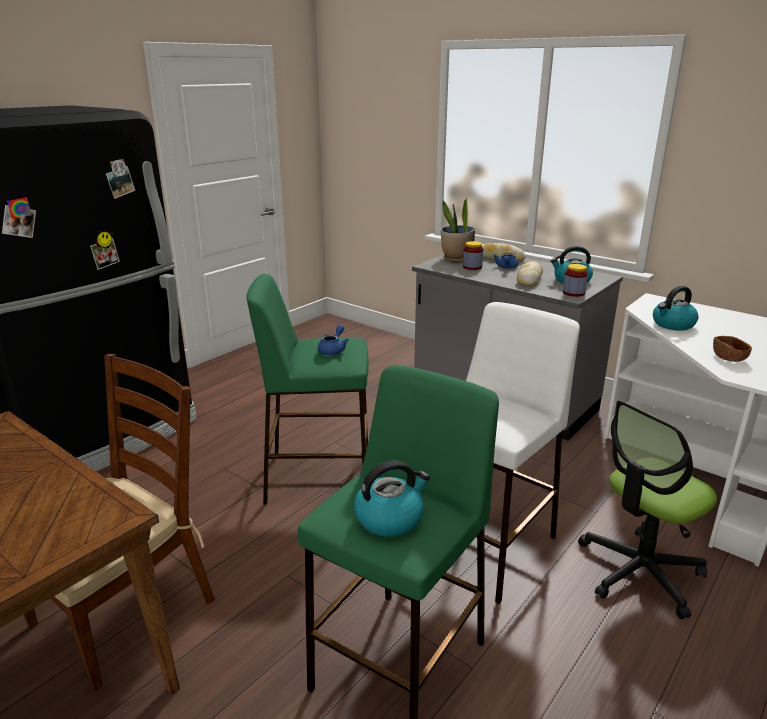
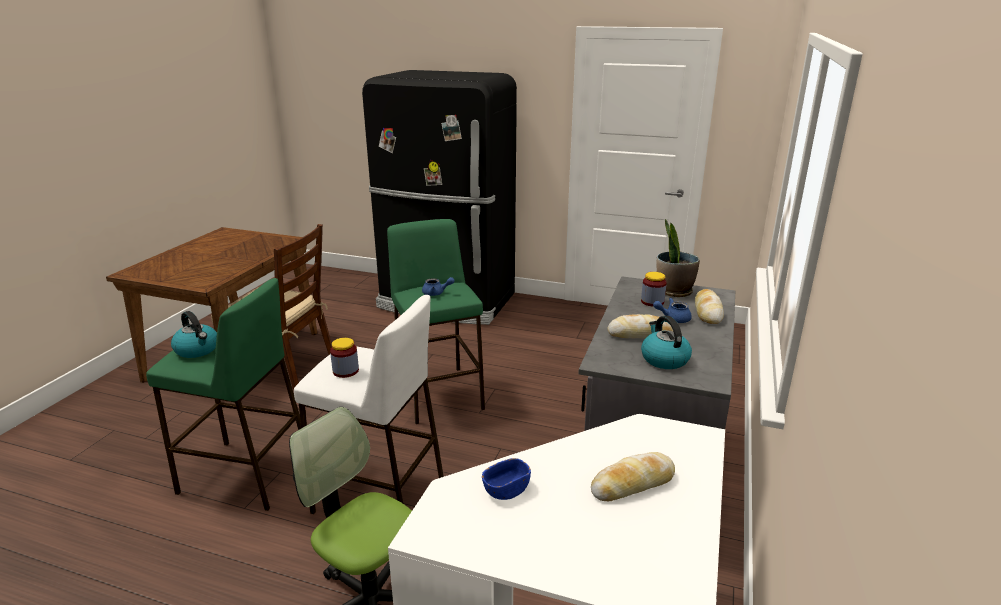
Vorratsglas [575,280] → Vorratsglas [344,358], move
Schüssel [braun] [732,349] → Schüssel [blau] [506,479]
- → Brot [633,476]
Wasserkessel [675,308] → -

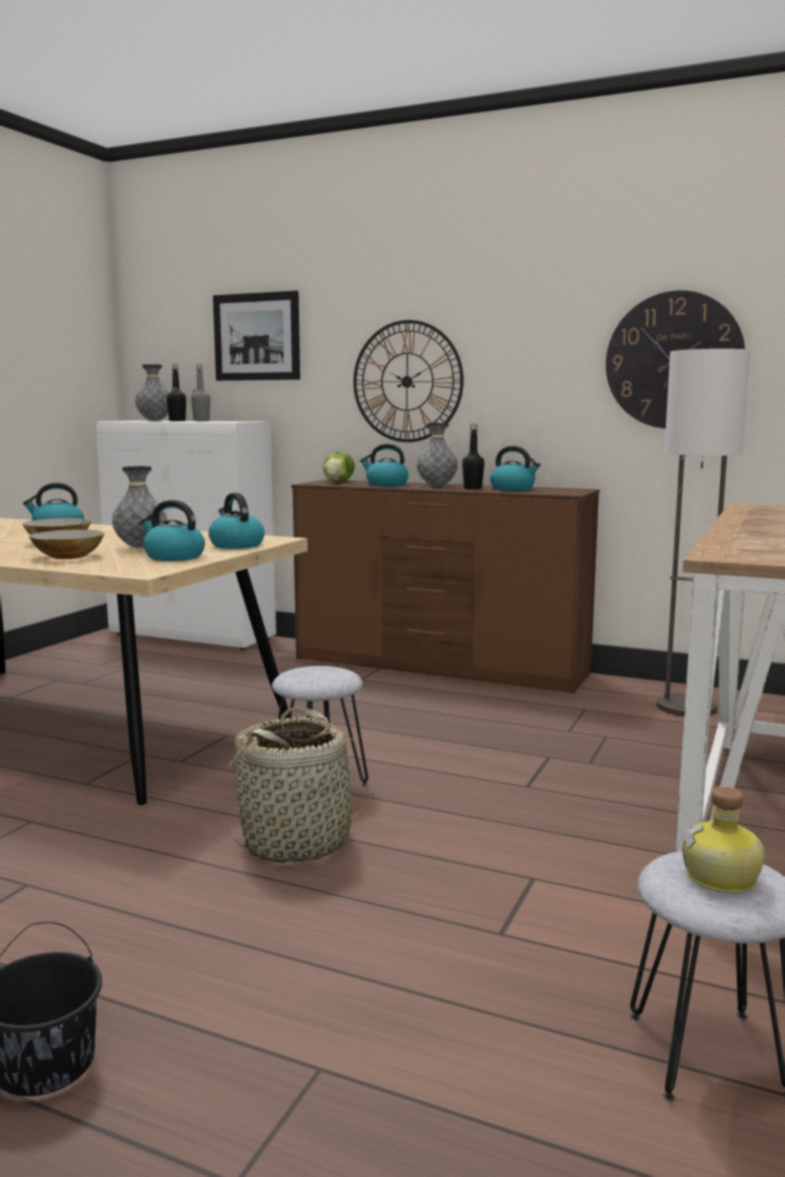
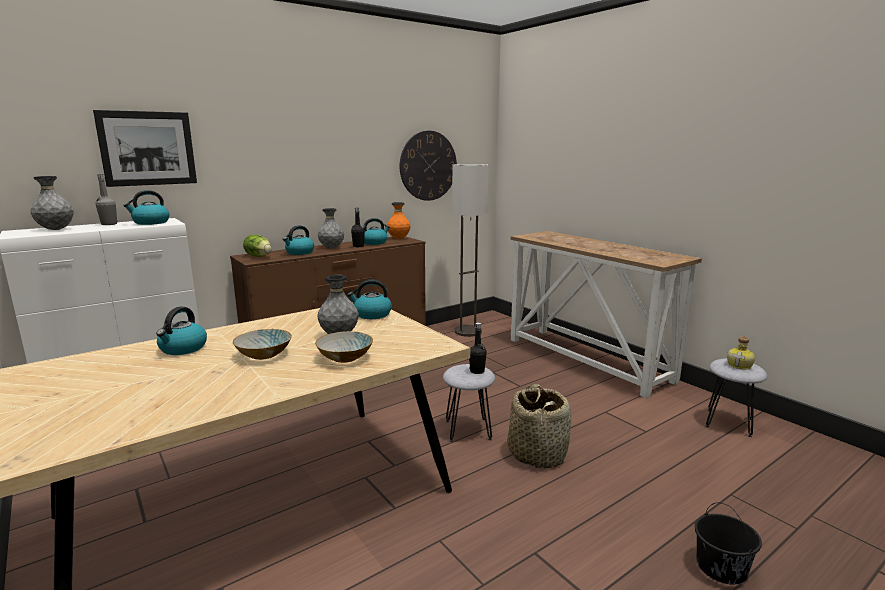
Wasserkessel [172,530] → Wasserkessel [146,207], move
- → Vase [orange] [398,220]
Flasche [schwarz] [176,392] → Flasche [schwarz] [478,348], move
Wanduhr [408,381] → -

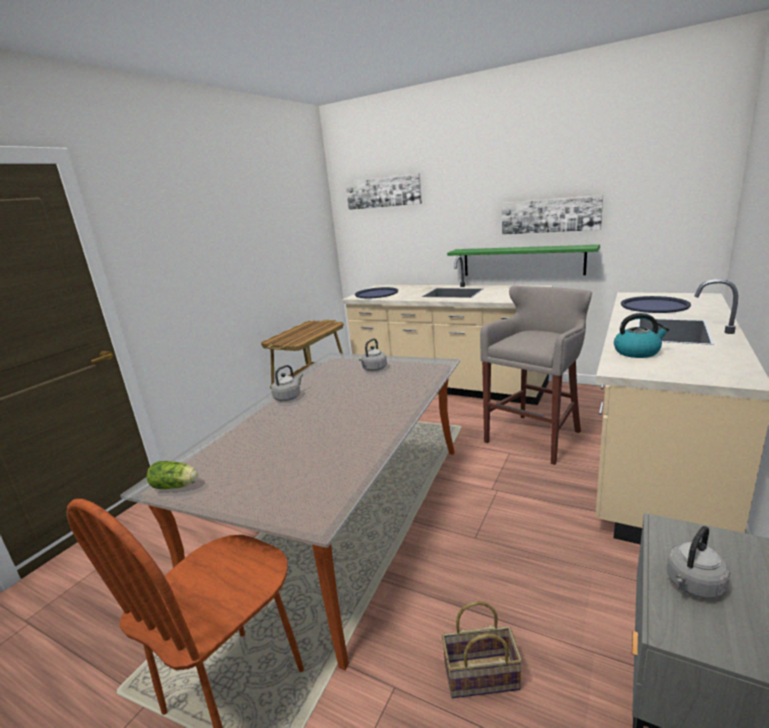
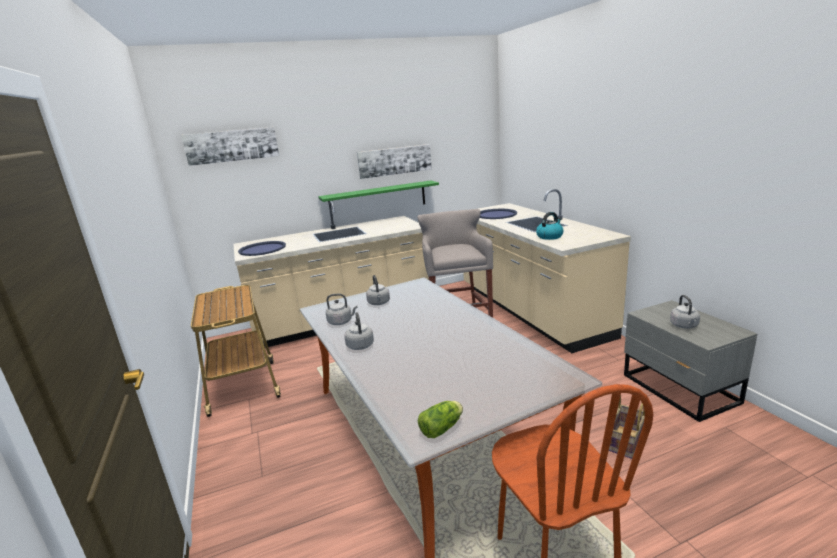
- → Wasserkessel [grau] [341,309]

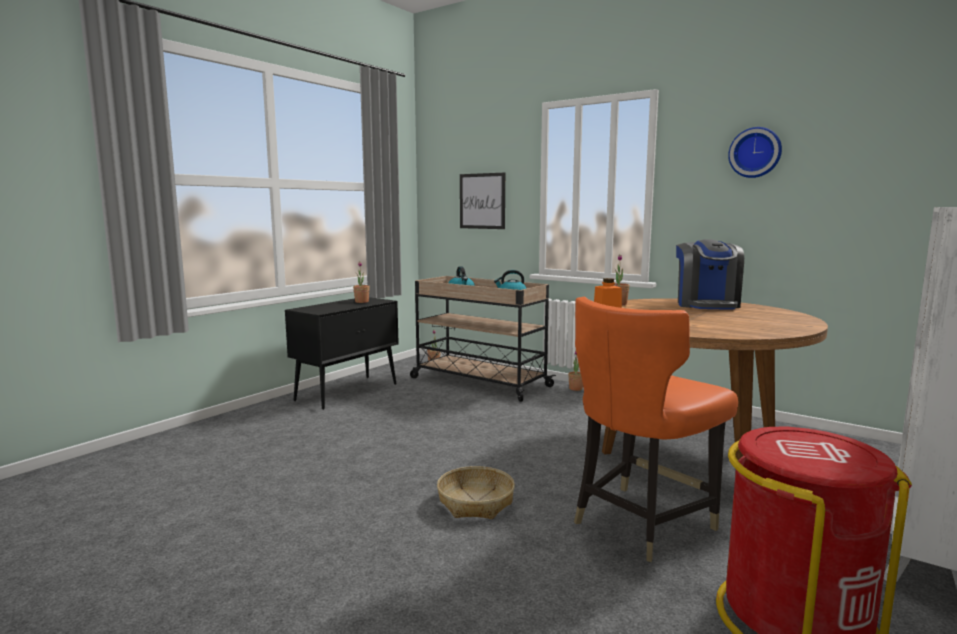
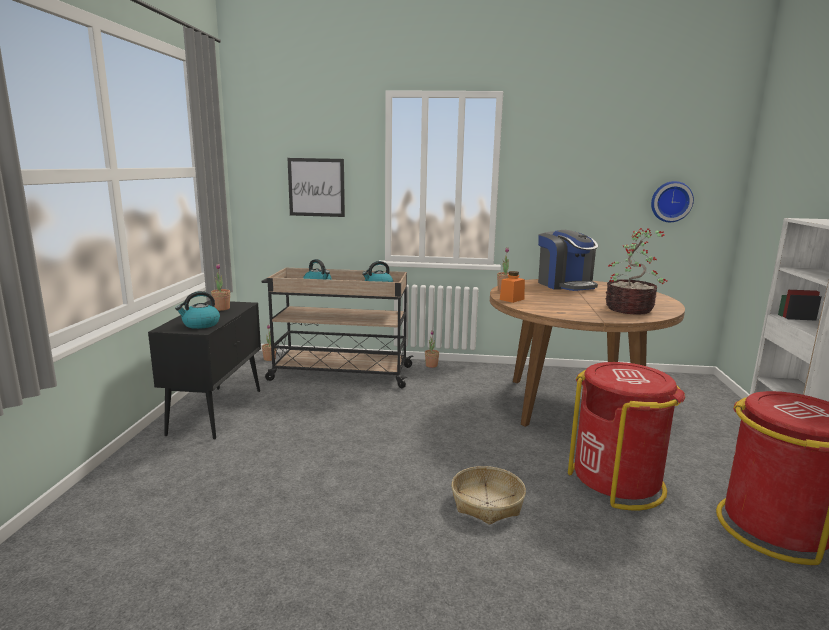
- → Wasserkessel [197,310]
Stuhl [orange] [656,429] → Mülleimer [rot] [626,436]
- → Topfpflanze [636,271]
Wanduhr [755,152] → Wanduhr [672,201], move

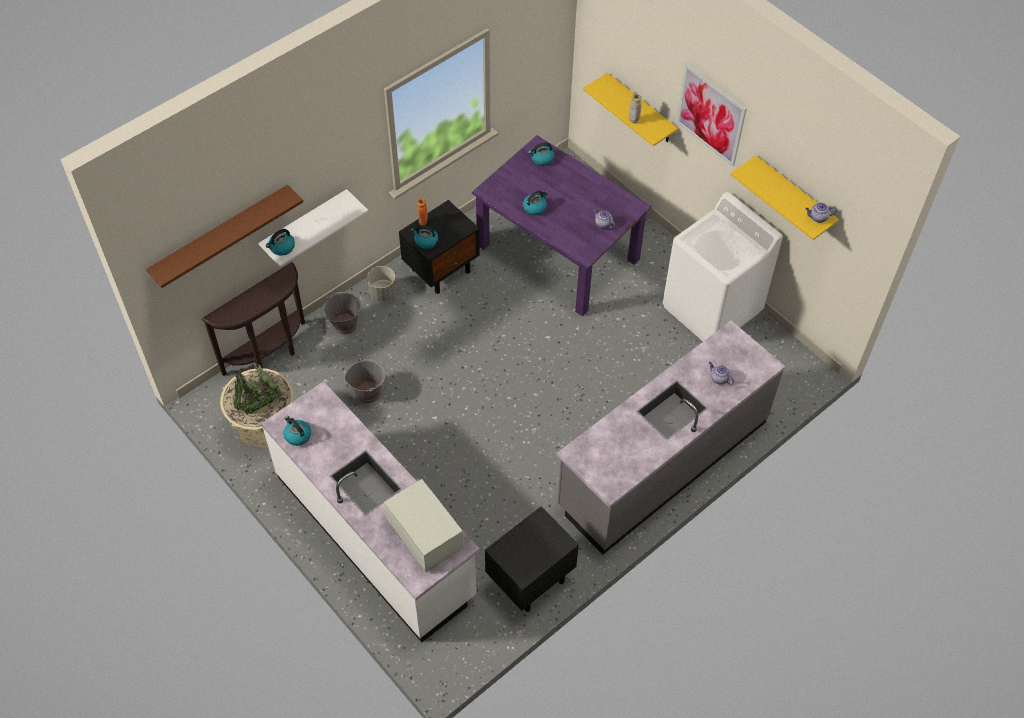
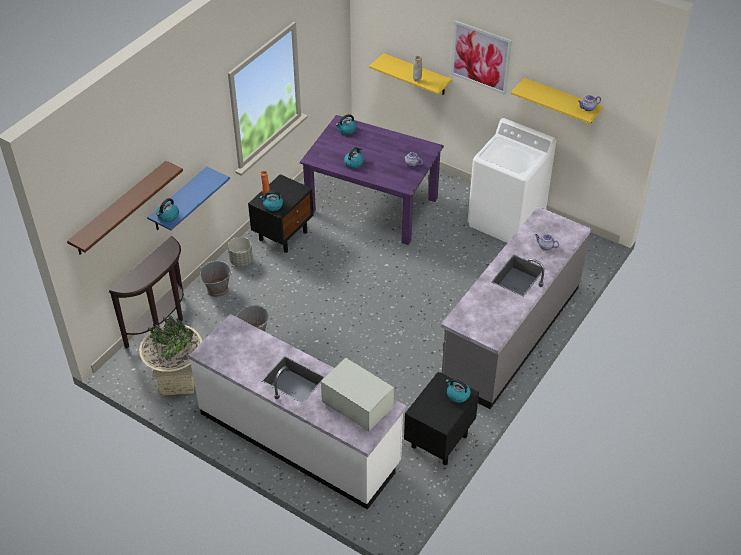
Wandregal [weiß] [313,228] → Wandregal [blau] [188,198]
Wasserkessel [297,431] → Wasserkessel [457,391], move

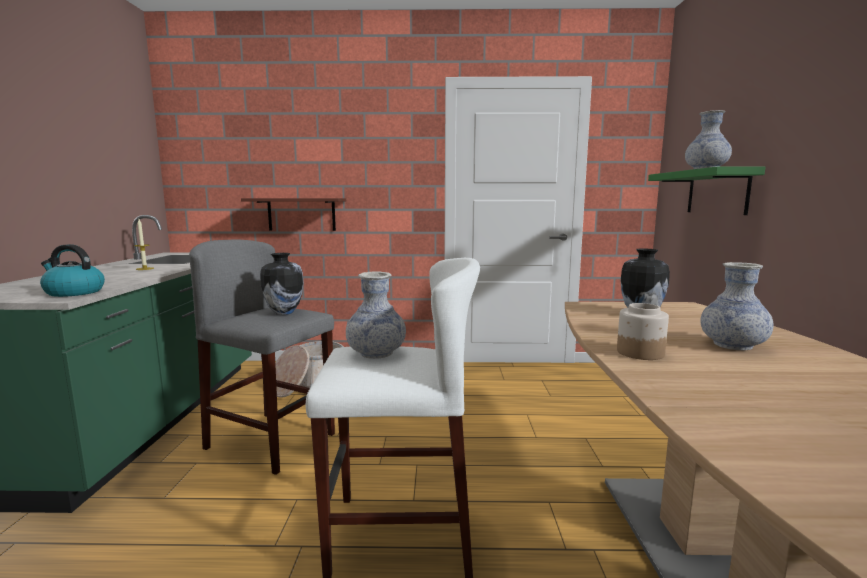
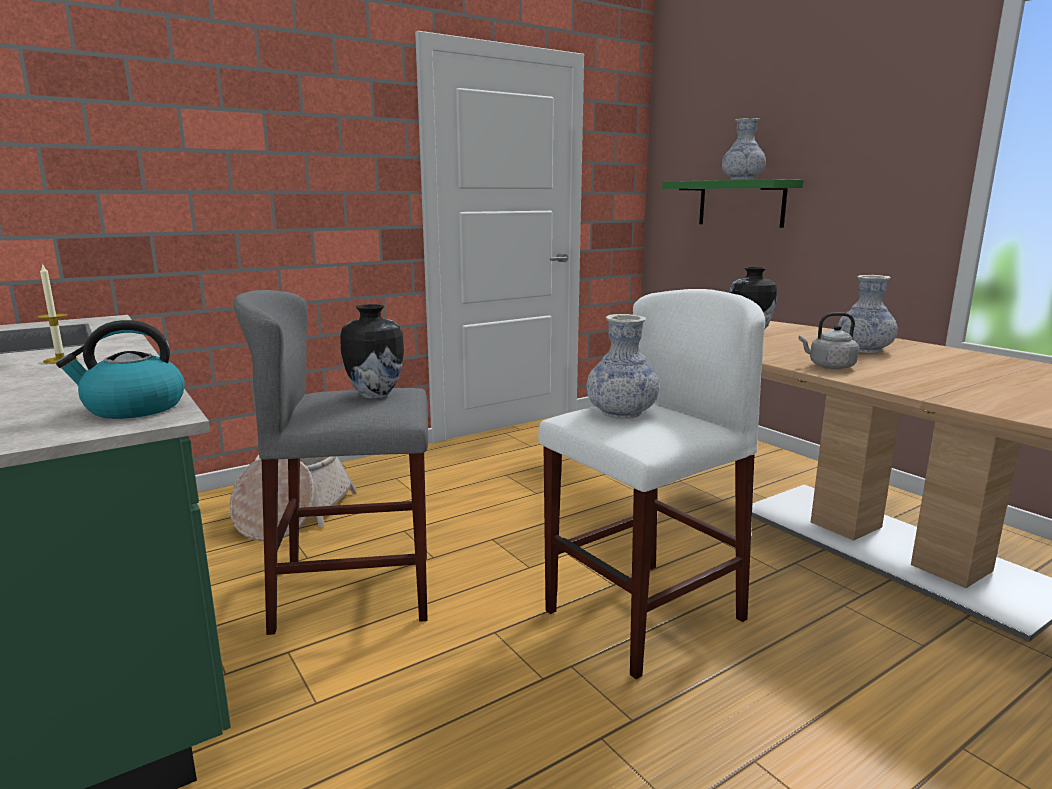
Vorratsglas [643,331] → Wasserkessel [grau] [829,340]
Wandregal [293,214] → -

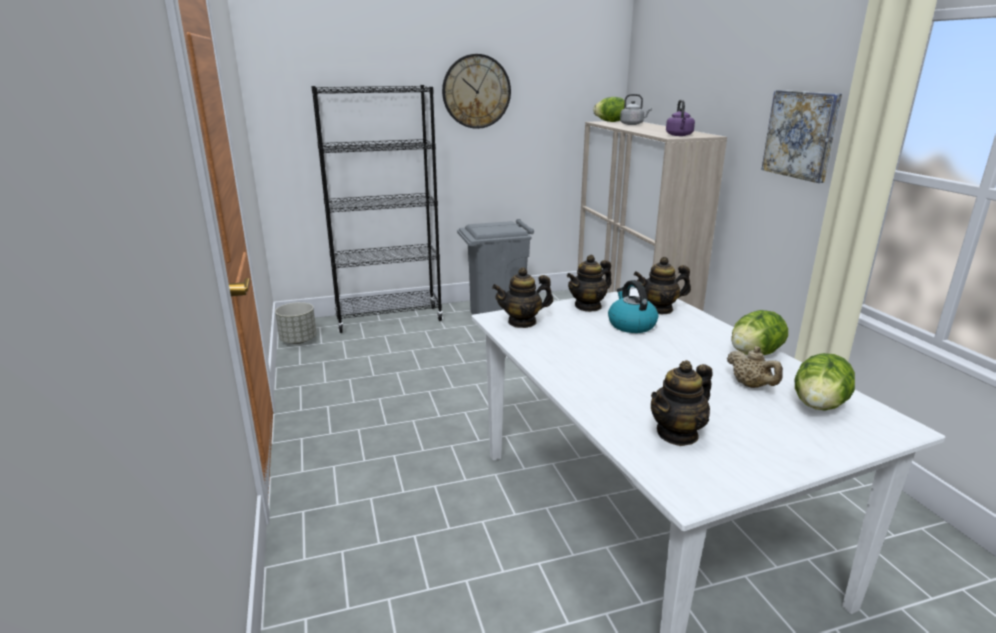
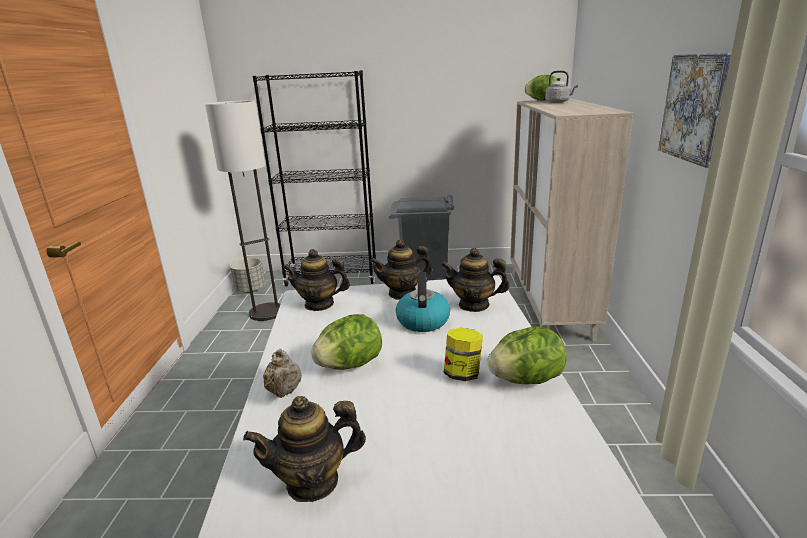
- → Stehlampe [242,210]
Teekanne [beige] [755,367] → Teekanne [beige] [282,373], move
Salatkopf [825,381] → Salatkopf [346,342], move
- → Vorratsglas [463,354]
Wanduhr [476,91] → -
Wasserkessel [lila] [680,118] → -

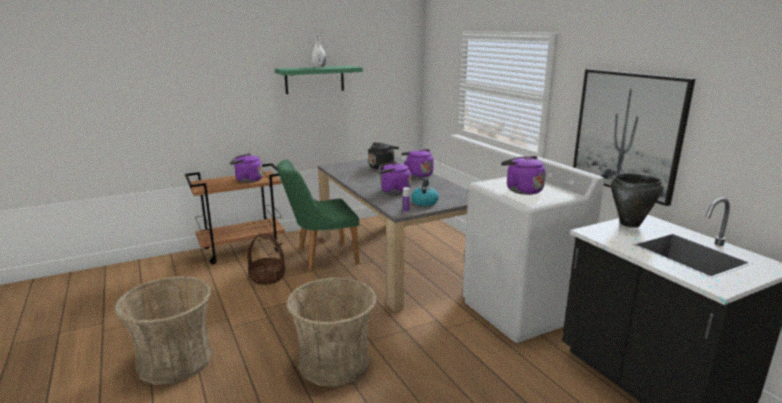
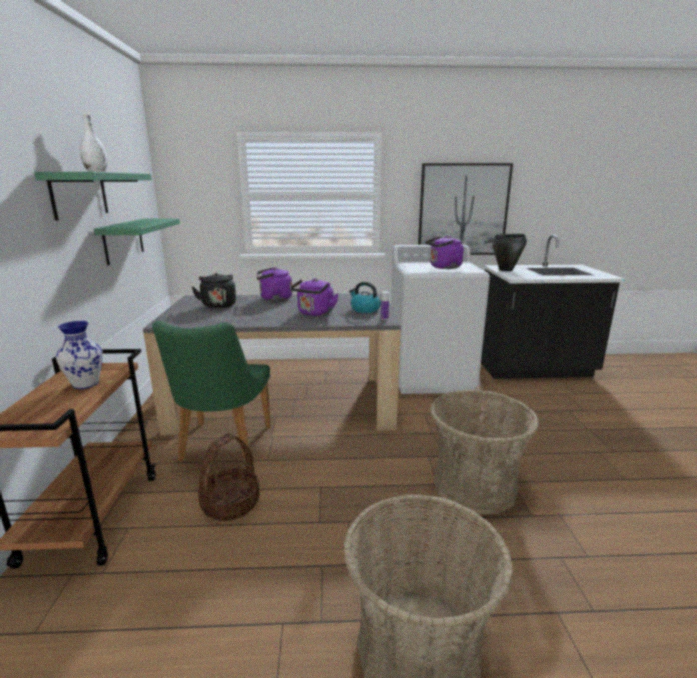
Wasserkessel [lila] [246,167] → Vase [79,355]
- → Wandregal [grün] [137,241]

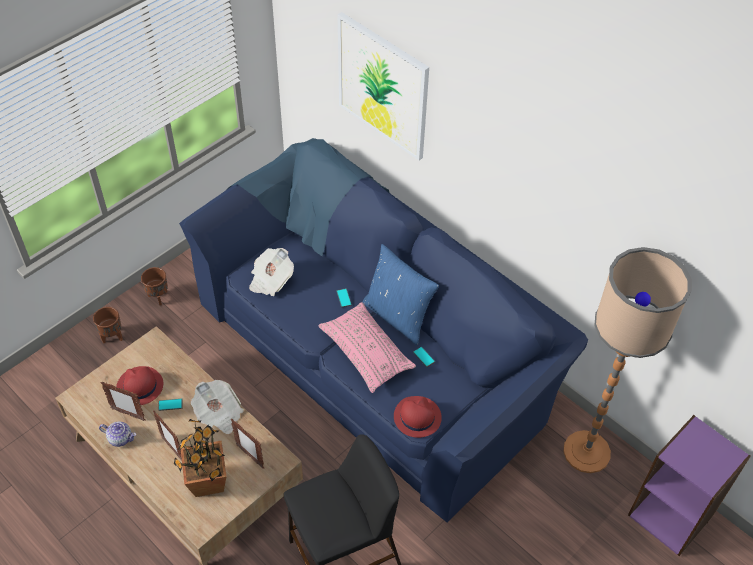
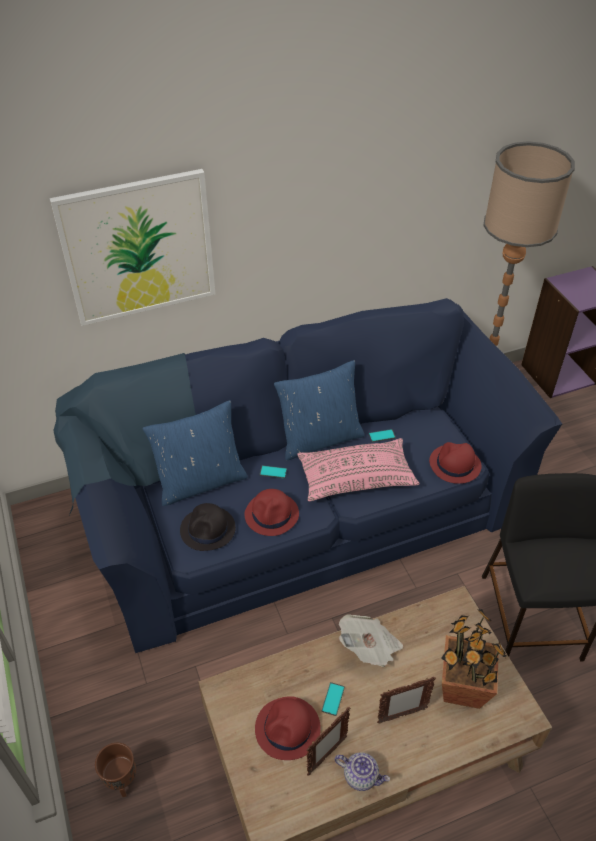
- → Kissen [blau] [195,453]
Zeitung [271,272] → Hut [schwarz] [208,527]
- → Hut [rot] [271,512]
Teekanne [118,434] → Teekanne [362,771], 75 degrees clockwise
Pflanzkübel [braun] [154,286] → -
Bilderrahmen [247,444] → -

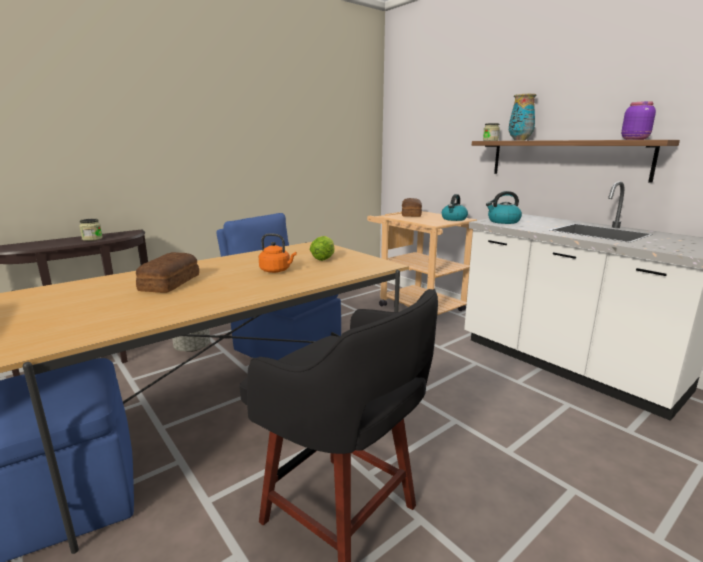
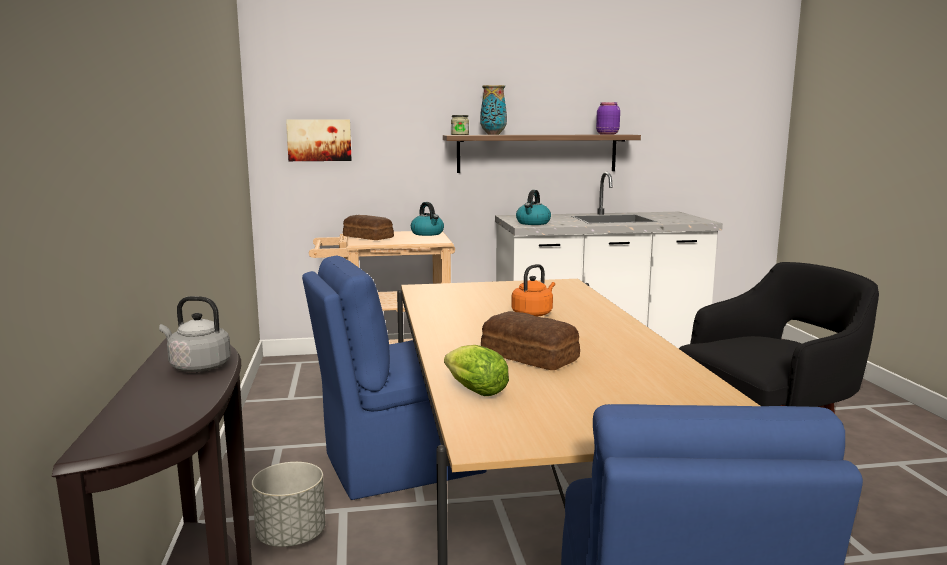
Vorratsglas [91,230] → Wasserkessel [grau] [195,334]
- → Bild [319,140]
Salatkopf [322,248] → Salatkopf [476,370], move

